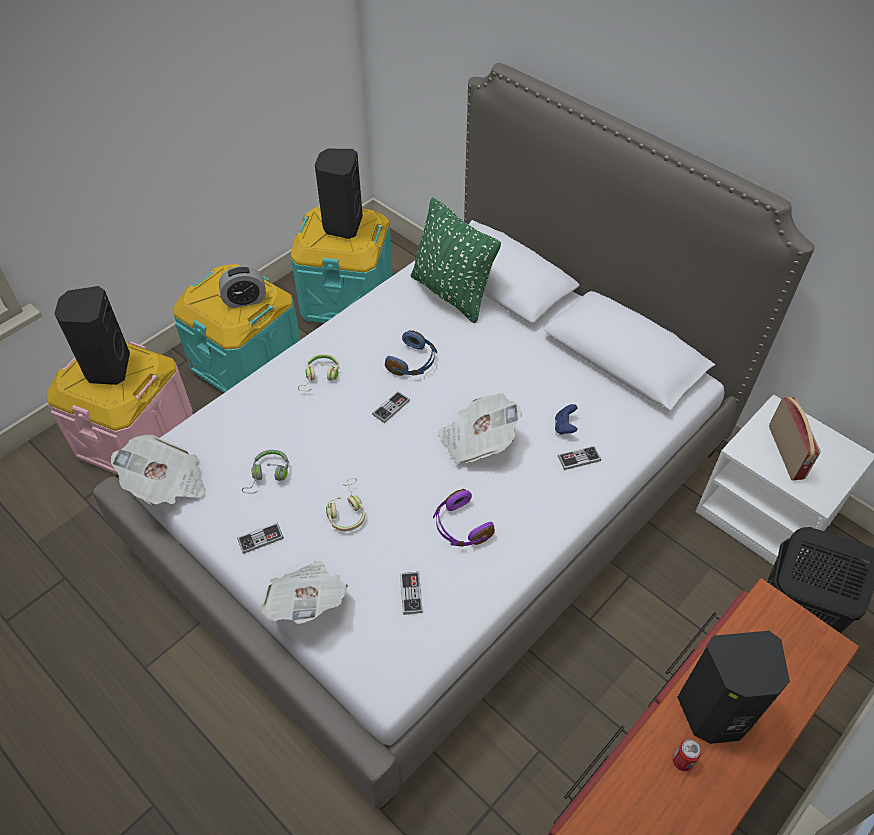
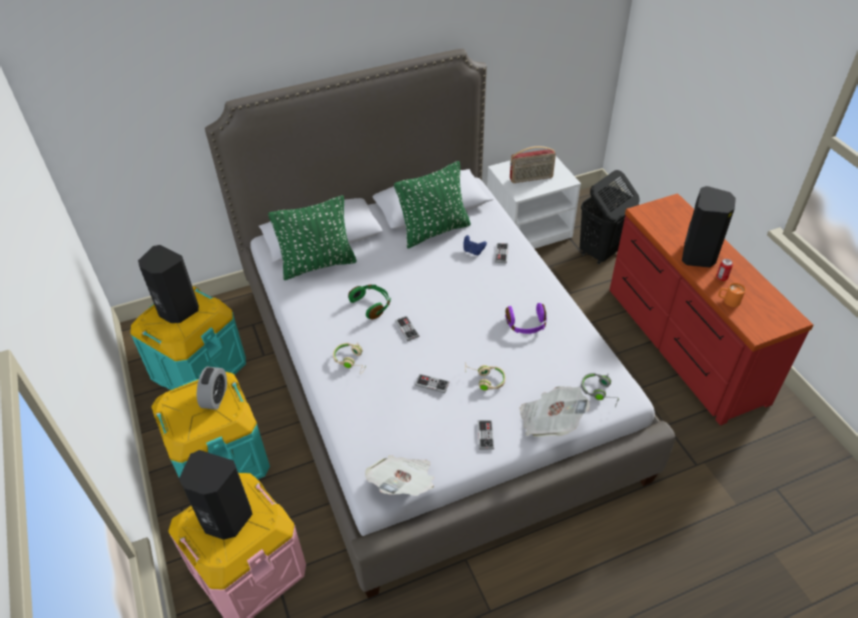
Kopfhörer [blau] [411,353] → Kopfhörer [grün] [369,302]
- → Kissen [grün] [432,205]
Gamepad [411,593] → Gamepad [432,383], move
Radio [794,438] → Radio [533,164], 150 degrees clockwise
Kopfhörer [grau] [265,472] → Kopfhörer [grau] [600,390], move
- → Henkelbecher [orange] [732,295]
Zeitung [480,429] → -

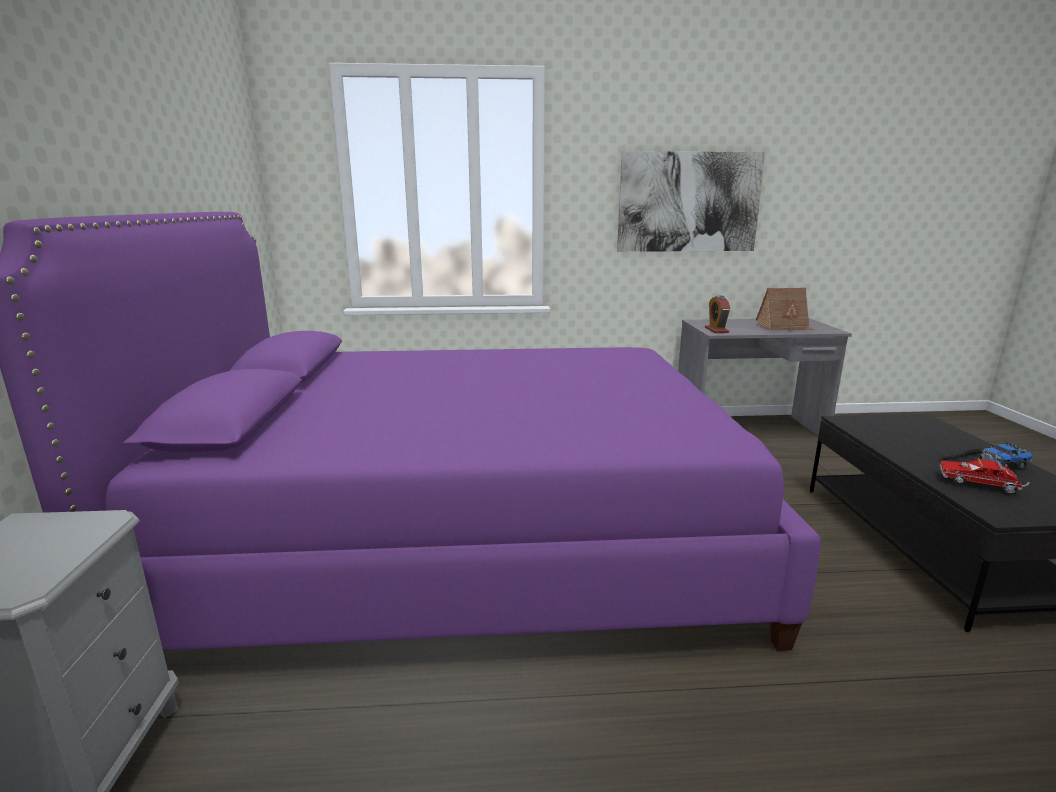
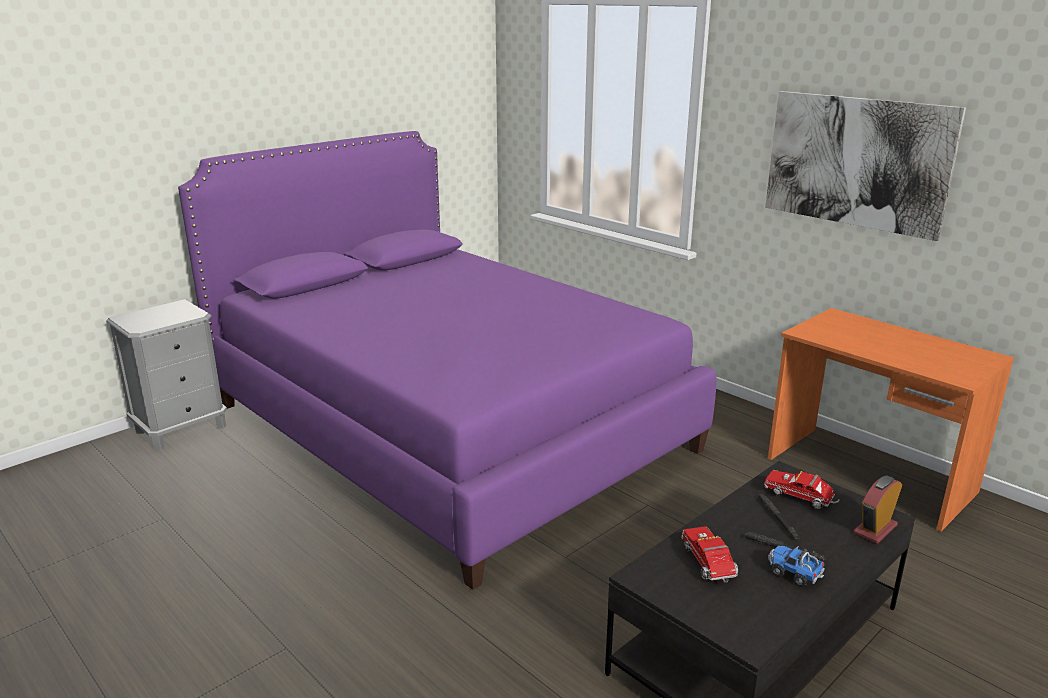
- → Taschenlampe [schwarz] [779,516]
- → Spielzeuglaster [802,489]
Schreibtisch [grau] [765,377] → Schreibtisch [orange] [891,420]
Wecker [717,314] → Wecker [878,510], move
Spielzeughaus [785,309] → -

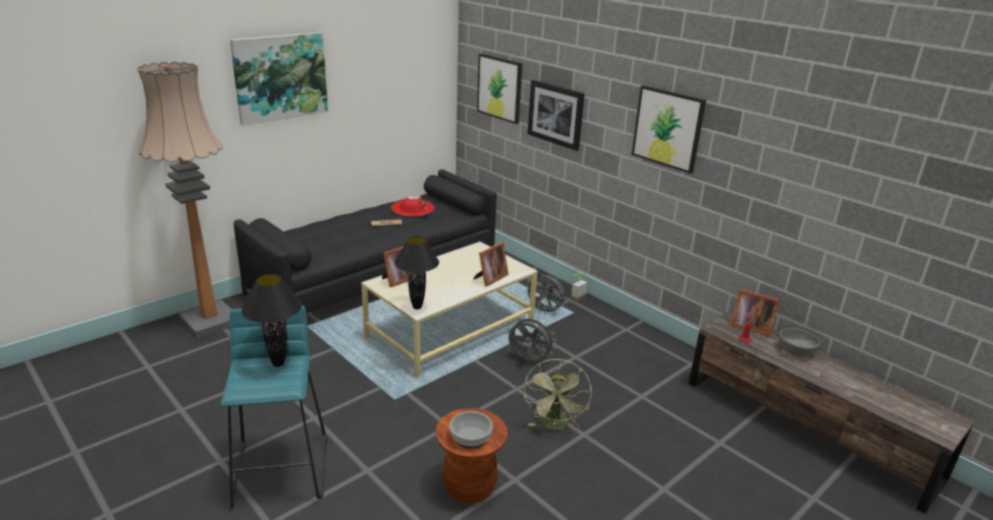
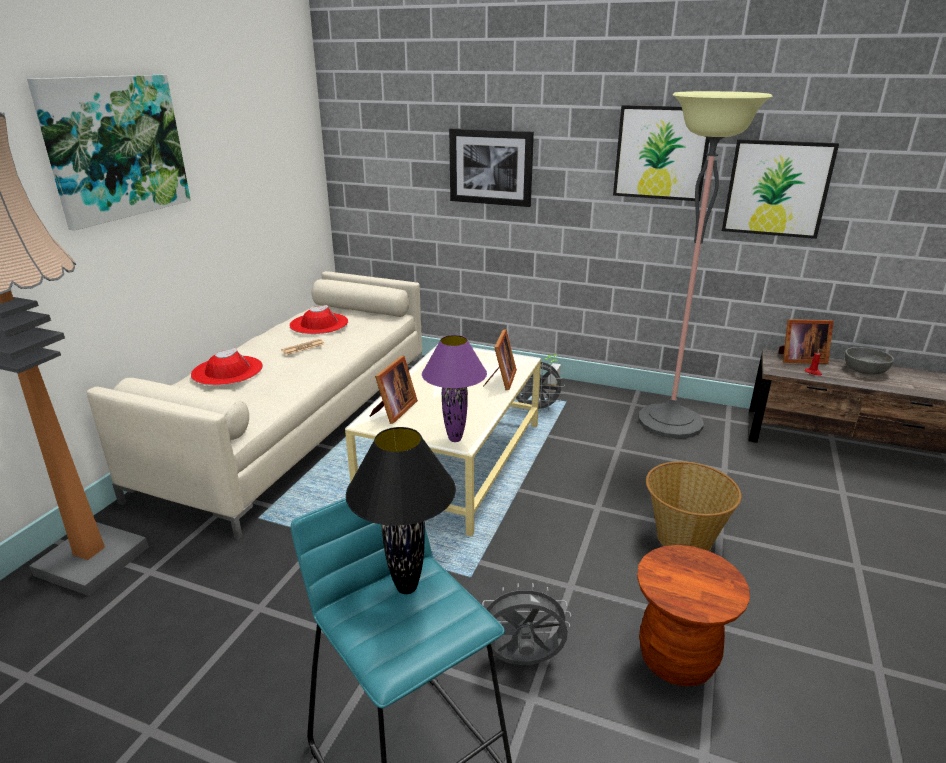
Sofa [schwarz] [365,241] → Sofa [beige] [254,405]
- → Hut [rot] [227,366]
Tischlampe [schwarz] [416,272] → Tischlampe [lila] [454,388]
Ventilator [grau] [532,338] → Ventilator [grau] [526,624], move
- → Stehlampe [705,265]
Ventilator [grün] [558,395] → Korb [693,506]
Bild [499,89] → Bild [780,189], move
Schüssel [471,430] → -

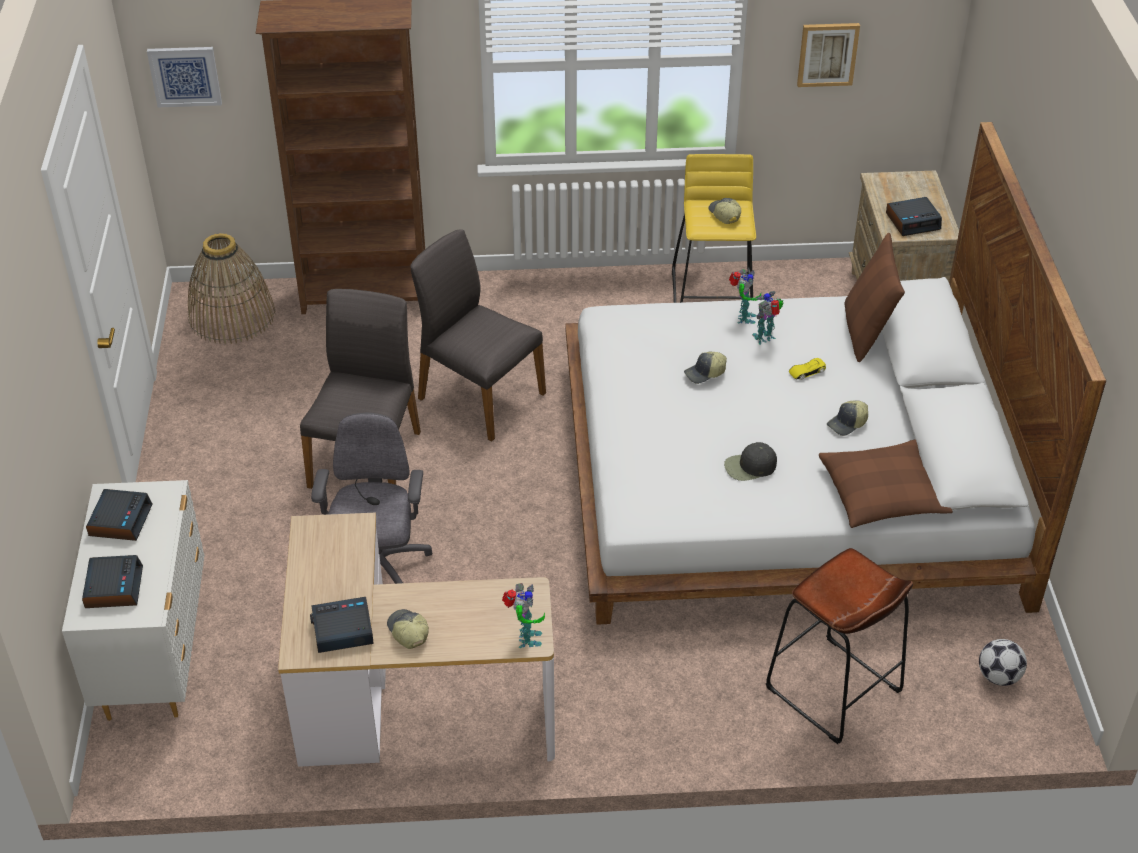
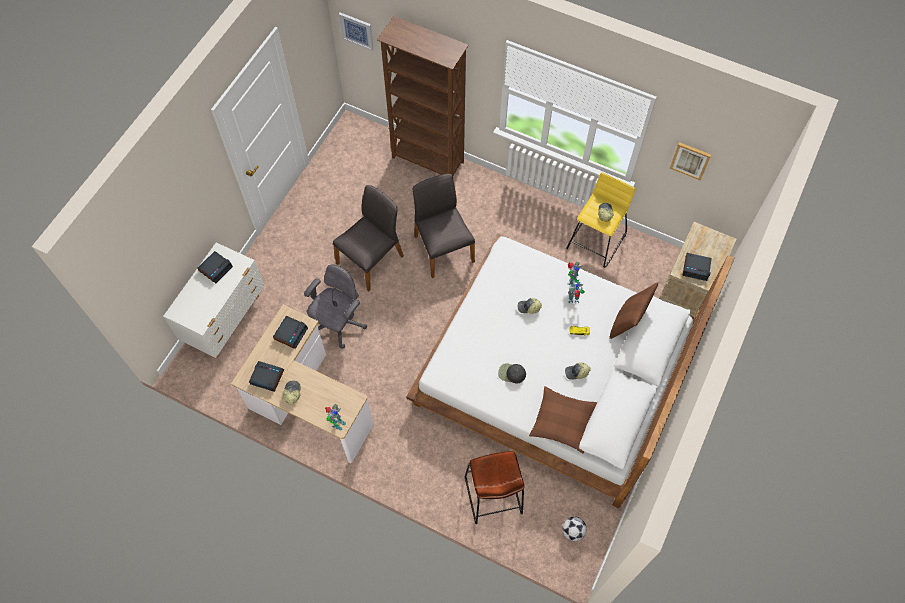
Wecker [112,581] → Wecker [290,332], move
Korb [231,288] → -

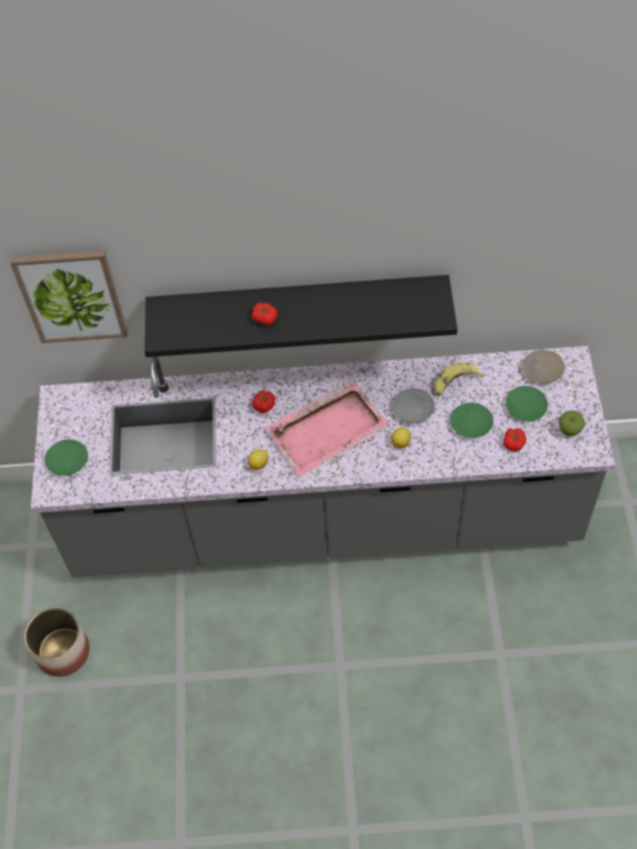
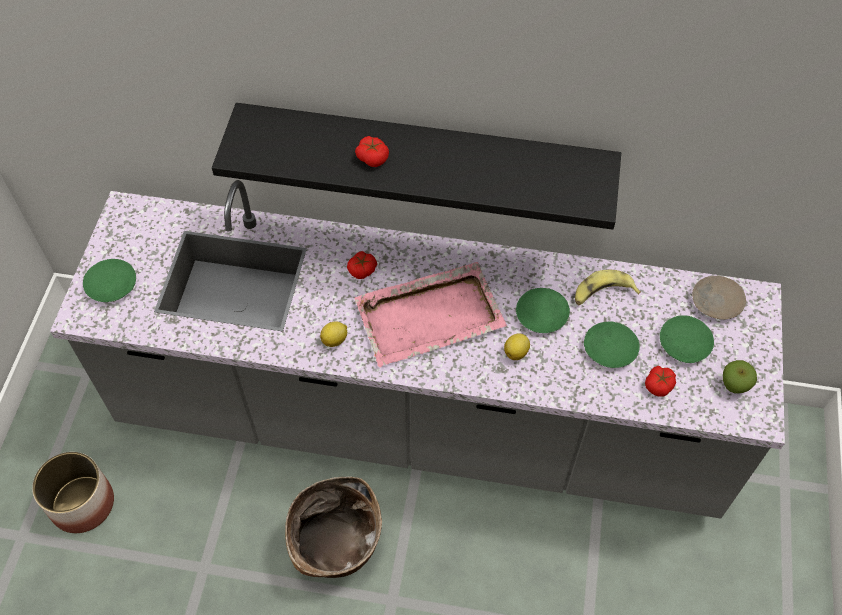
- → Korb [333,527]
Teller [grau] [413,406] → Teller [grün] [543,310]
Bild [69,296] → -

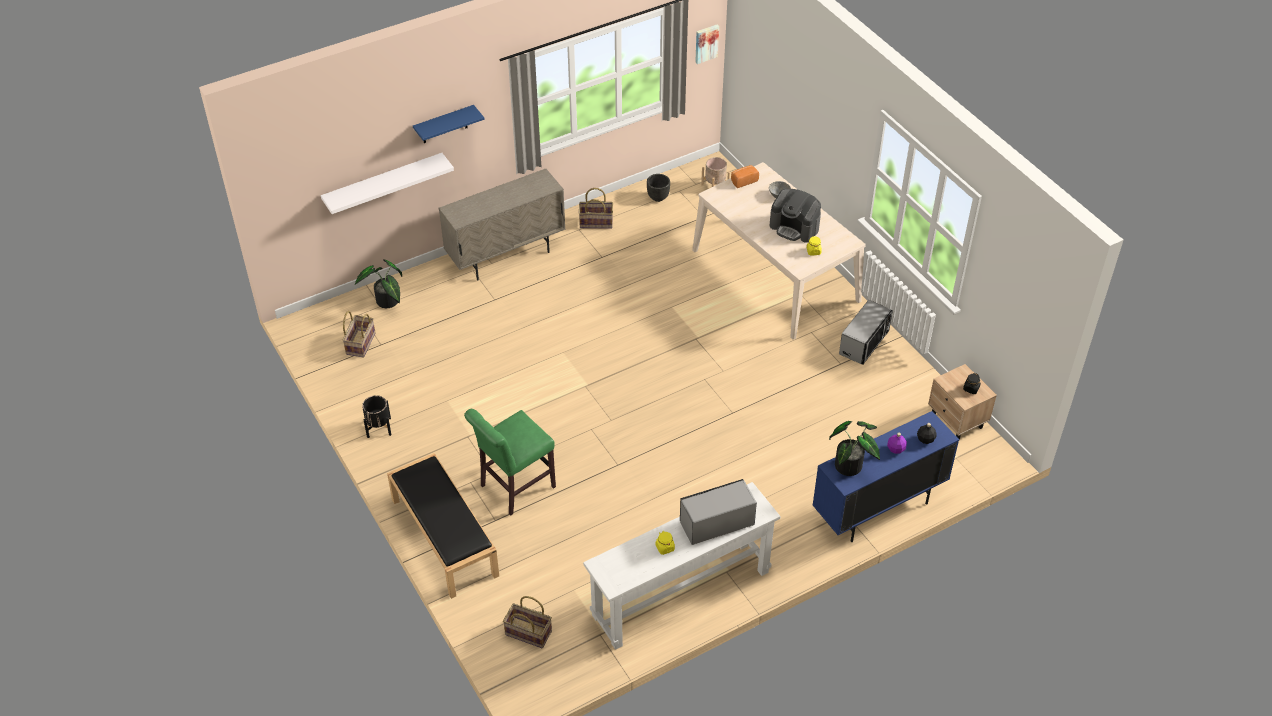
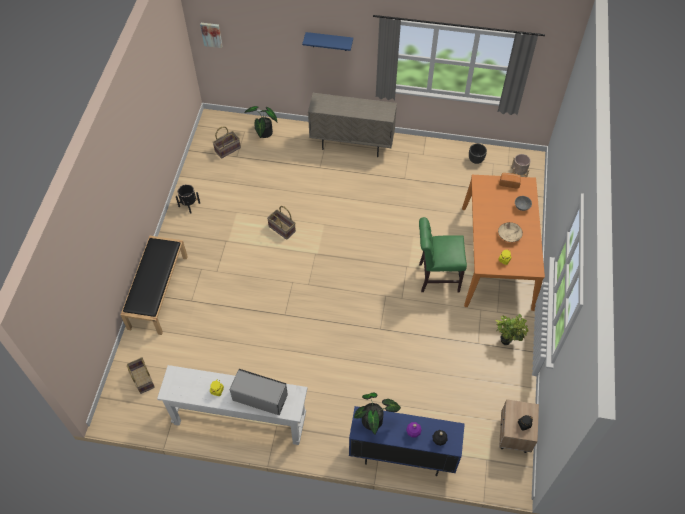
Bild [707,44] → Bild [211,35], move
Korb [596,208] → Korb [281,223], move
Stuhl [grün] [510,462] → Stuhl [grün] [443,254], move
Esstisch [beige] [779,251] → Esstisch [orange] [503,243]
Mikrowelle [866,332] → Topfpflanze [511,329]
Kaffeemaschine [795,216] → Schüssel [beige] [510,232]
Wandregal [weiß] [387,183] → -

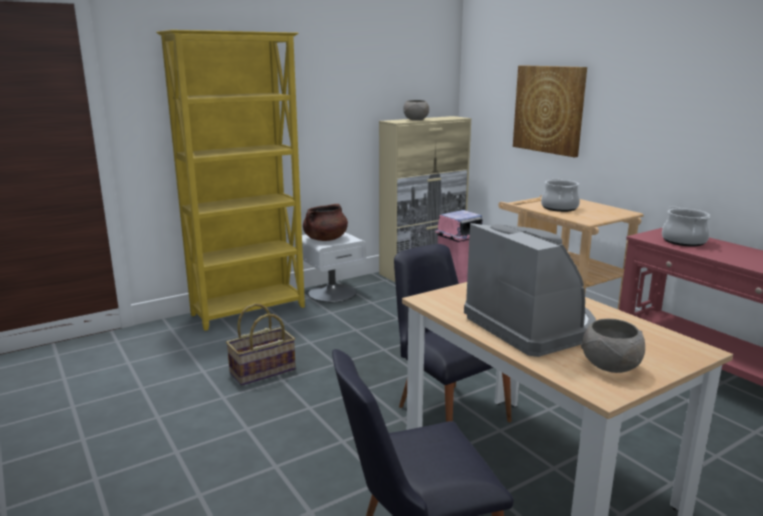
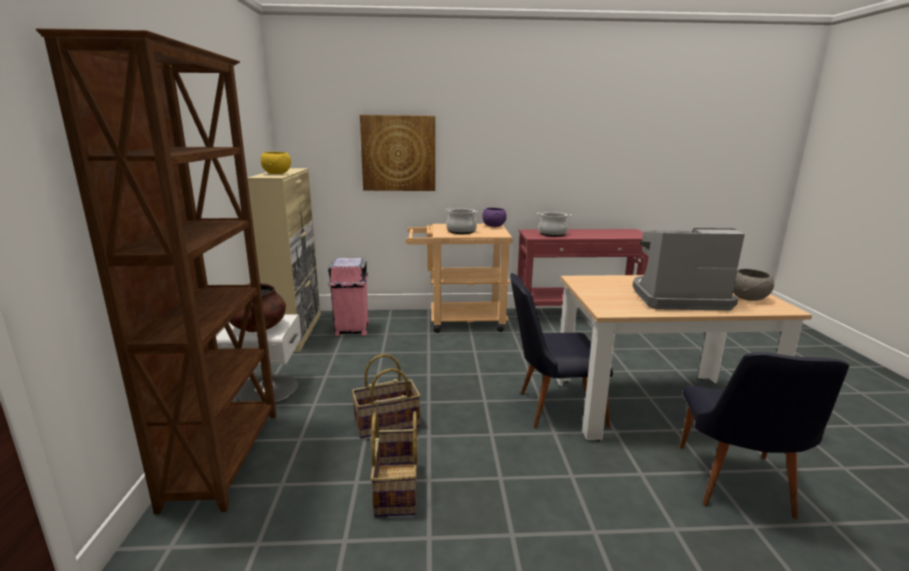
Bücherregal [gelb] [230,180] → Bücherregal [braun] [156,271]
Schüssel [grau] [416,110] → Schüssel [gelb] [276,163]
- → Korb [386,396]
- → Schüssel [lila] [495,217]

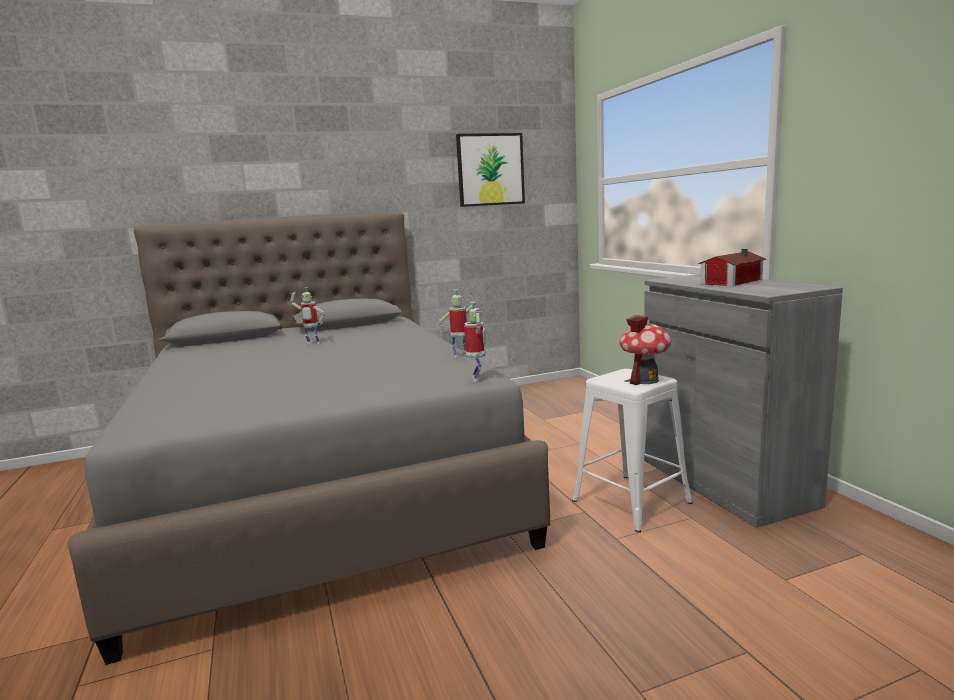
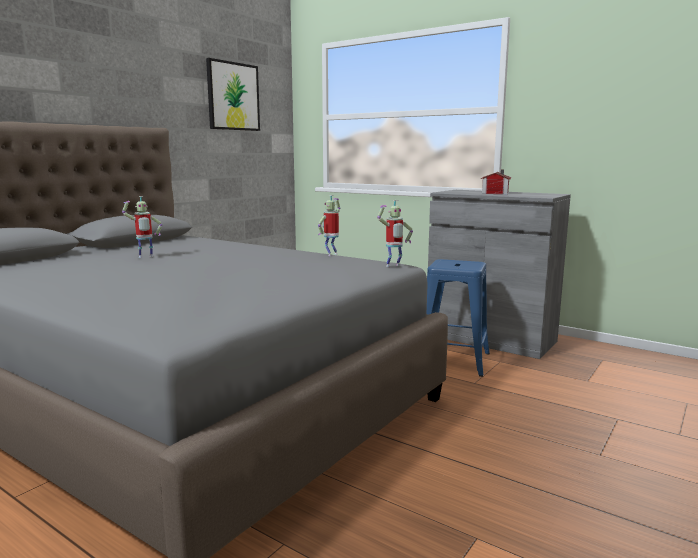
Spielzeugroboter [475,342] → Spielzeugroboter [395,233], 105 degrees clockwise
Hocker [weiß] [632,451] → Hocker [blau] [458,318]
Spielzeughaus [645,350] → -

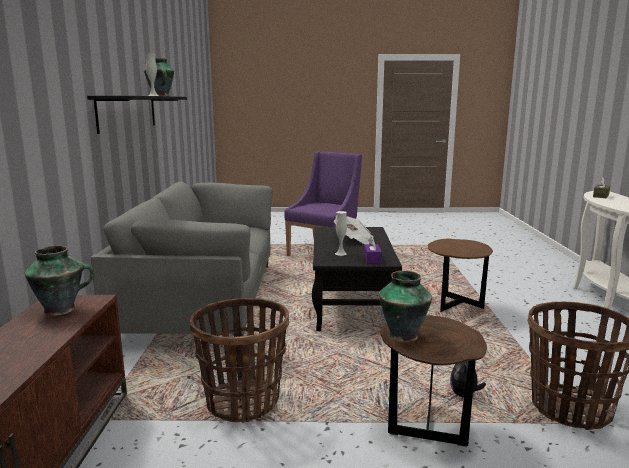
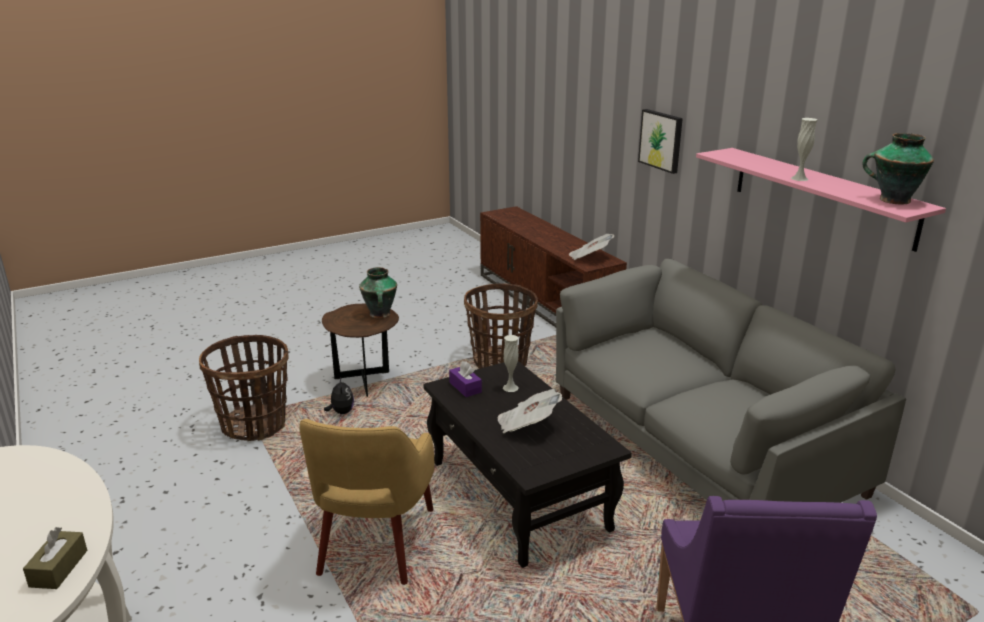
Beistelltisch [braun] [460,275] → Sessel [gelb] [366,502]
Vase [59,281] → Zeitung [591,247]
- → Bild [660,141]
Wandregal [schwarz] [137,115] → Wandregal [rosa] [821,200]

